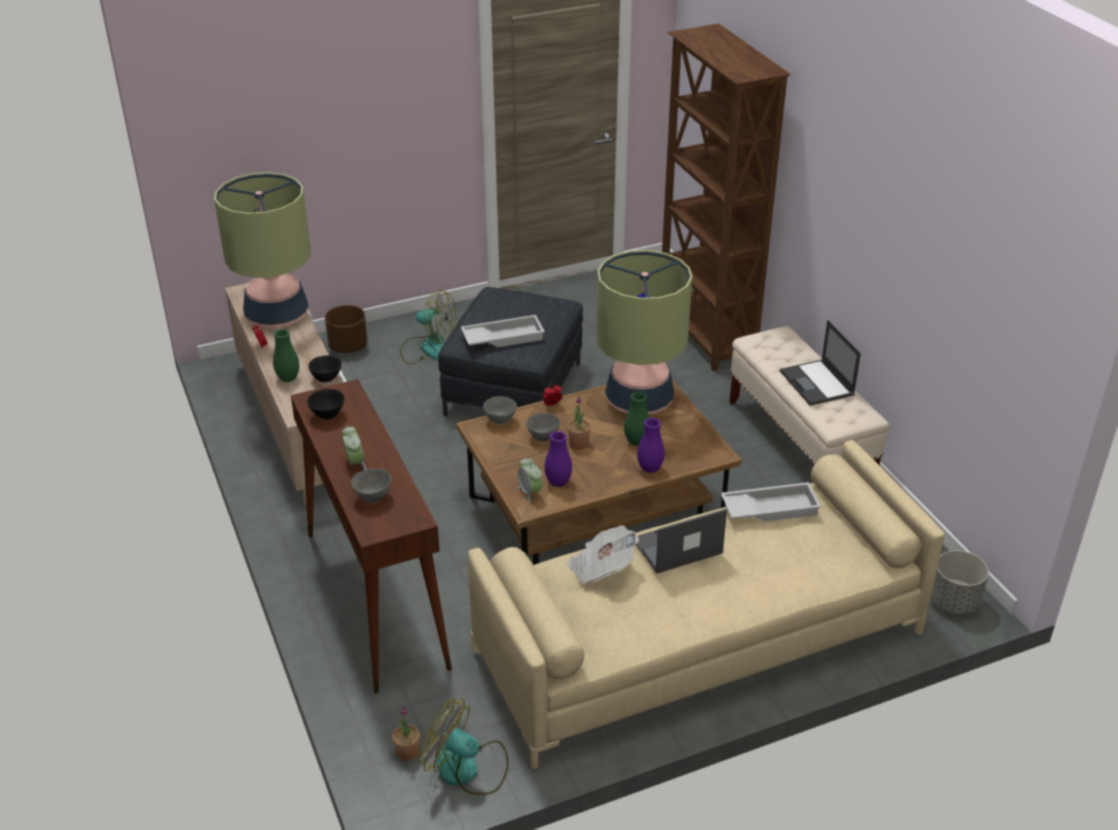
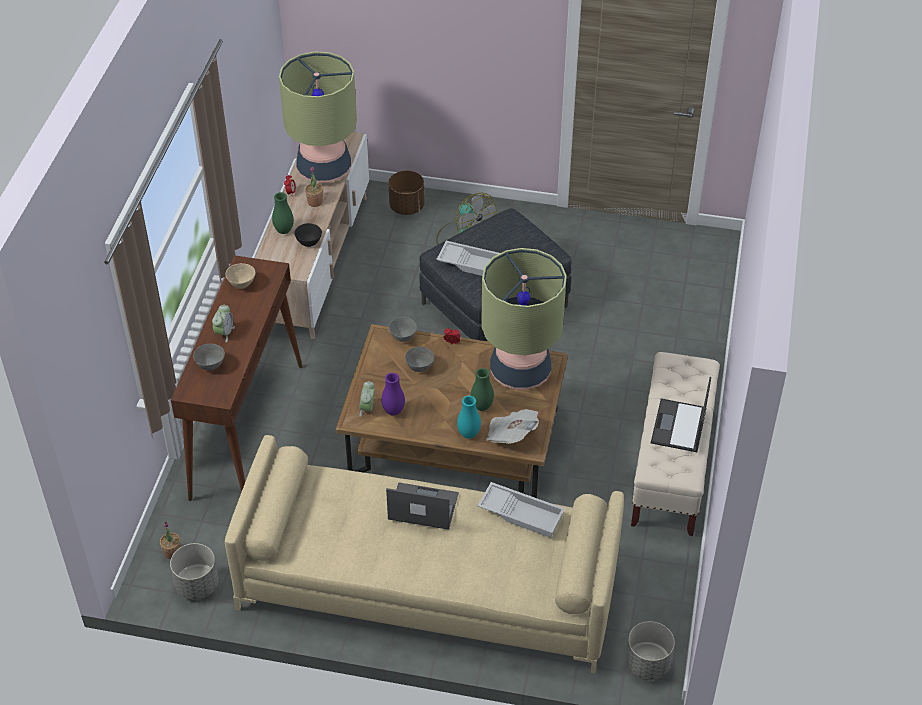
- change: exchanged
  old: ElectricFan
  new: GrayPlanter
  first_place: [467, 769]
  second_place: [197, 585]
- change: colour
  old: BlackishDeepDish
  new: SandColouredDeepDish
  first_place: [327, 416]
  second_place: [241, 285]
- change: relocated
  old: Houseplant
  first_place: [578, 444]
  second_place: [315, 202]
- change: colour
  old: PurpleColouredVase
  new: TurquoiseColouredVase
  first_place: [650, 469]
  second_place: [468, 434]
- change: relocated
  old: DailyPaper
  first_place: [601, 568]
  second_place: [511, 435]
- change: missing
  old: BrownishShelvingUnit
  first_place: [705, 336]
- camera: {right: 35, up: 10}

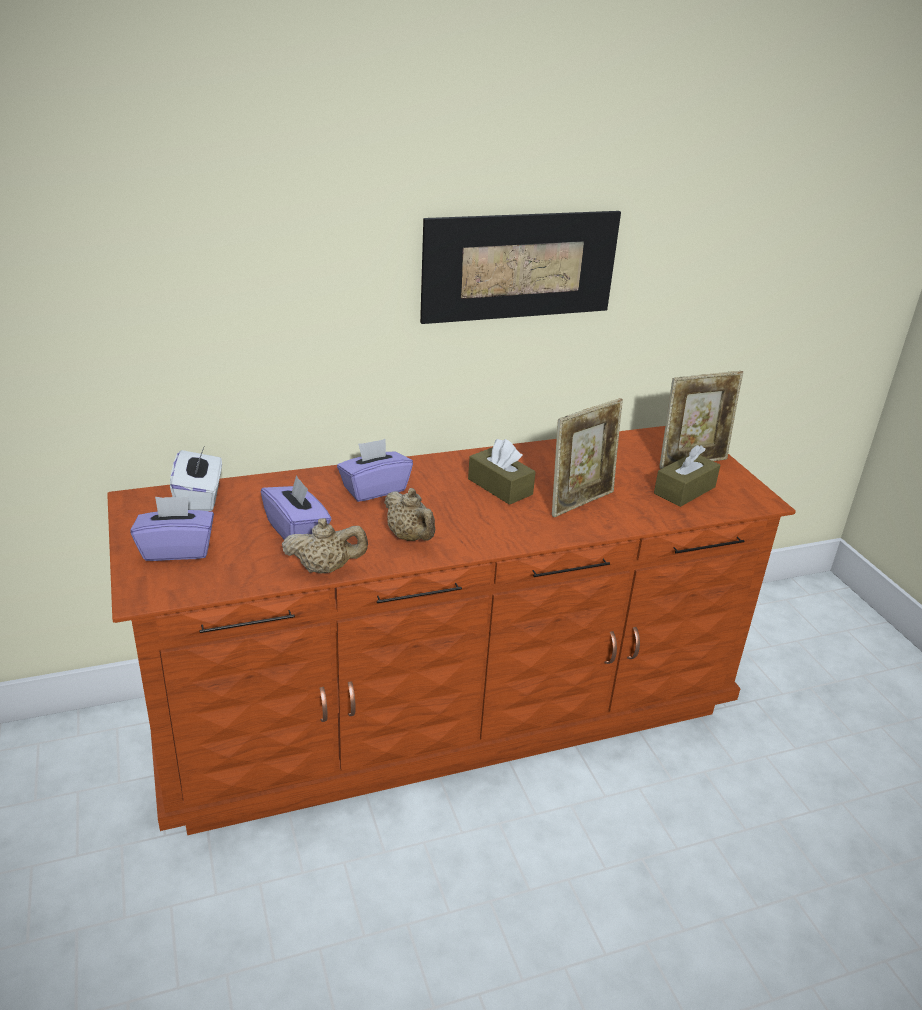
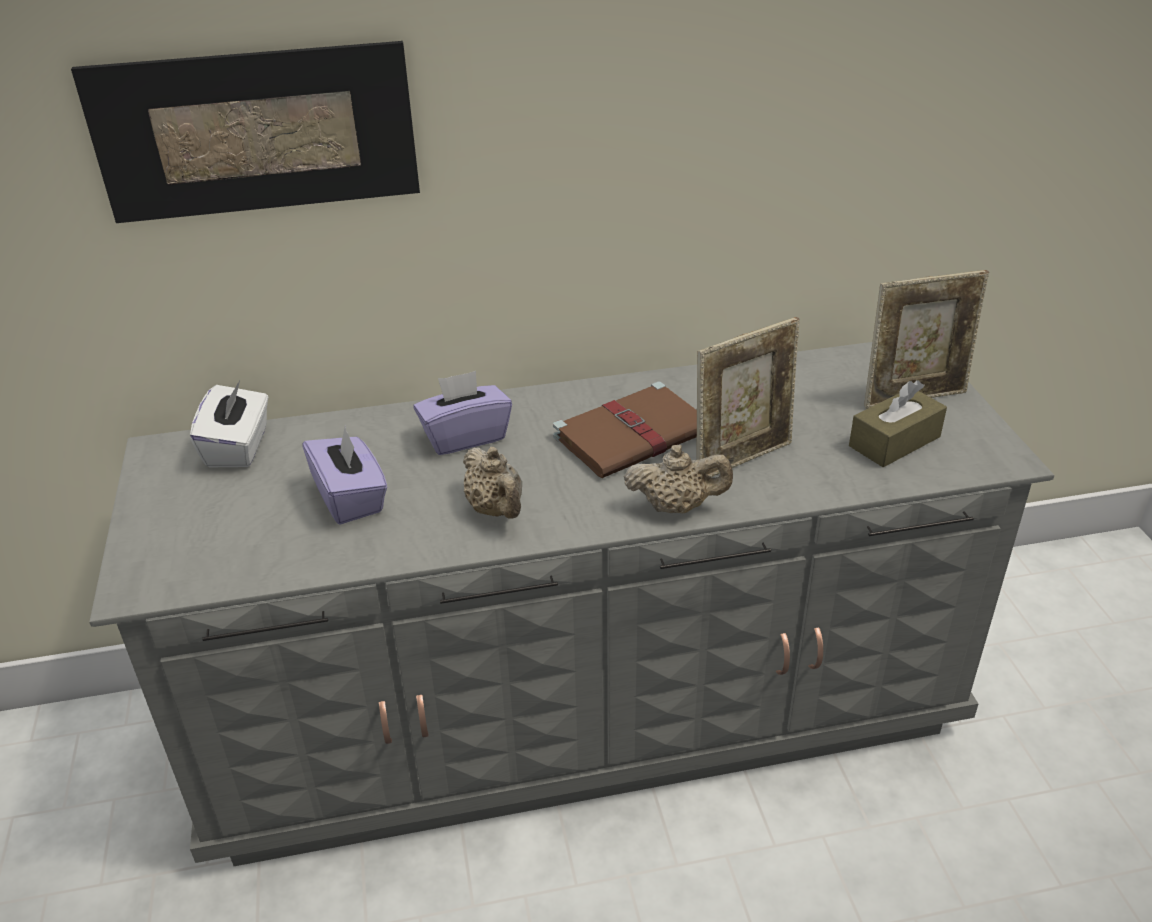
- change: relocated
  old: WallPicture
  first_place: [519, 266]
  second_place: [256, 132]
- change: colour
  old: BrownishChestOfDrawers
  new: GrayChestOfDrawers
  first_place: [447, 710]
  second_place: [581, 711]
- change: exchanged
  old: BrownishTissueHolder
  new: BrownishVolume
  first_place: [500, 487]
  second_place: [634, 434]
- change: relocated
  old: SandColouredTeaPot
  first_place: [325, 569]
  second_place: [676, 507]
- change: missing
  old: PurpleColouredTissueHolder
  first_place: [177, 549]
- camera: {right: 10, up: 5}

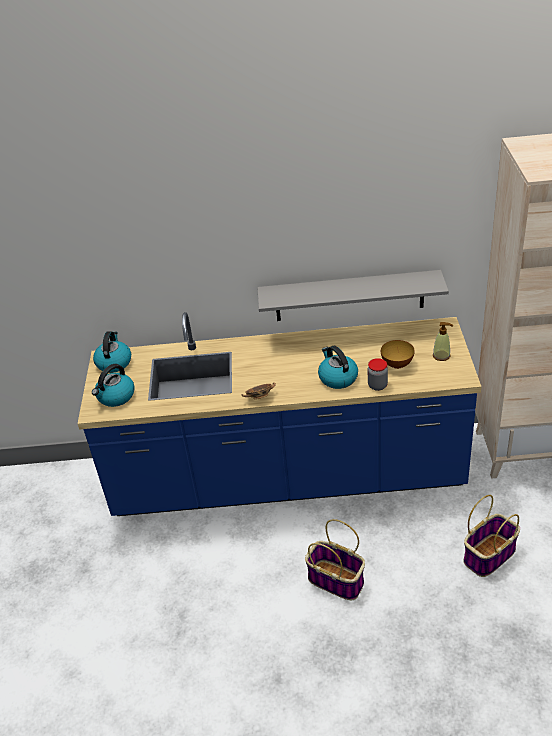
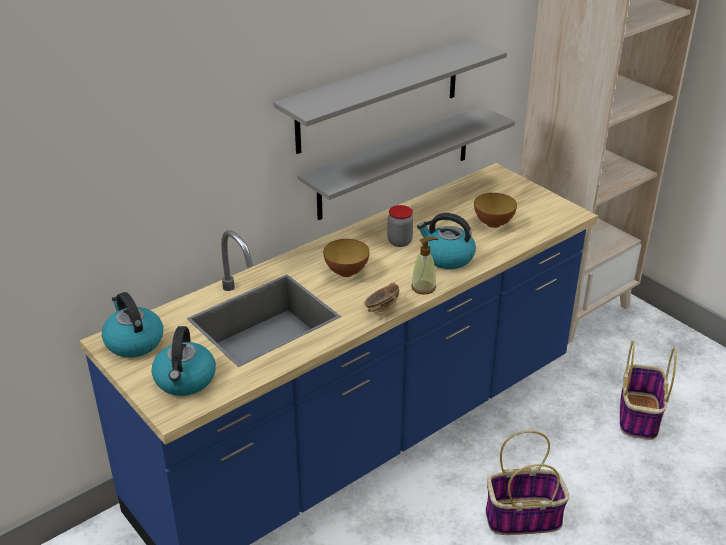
- change: appeared
  new: GrayShelf
  second_place: [379, 95]
- change: appeared
  new: DeepDish
  second_place: [346, 272]
- change: relocated
  old: PreserveJar
  first_place: [377, 385]
  second_place: [399, 241]
- change: relocated
  old: SoapDispenser
  first_place: [441, 356]
  second_place: [423, 287]
- camera: {right: -40, up: -5}

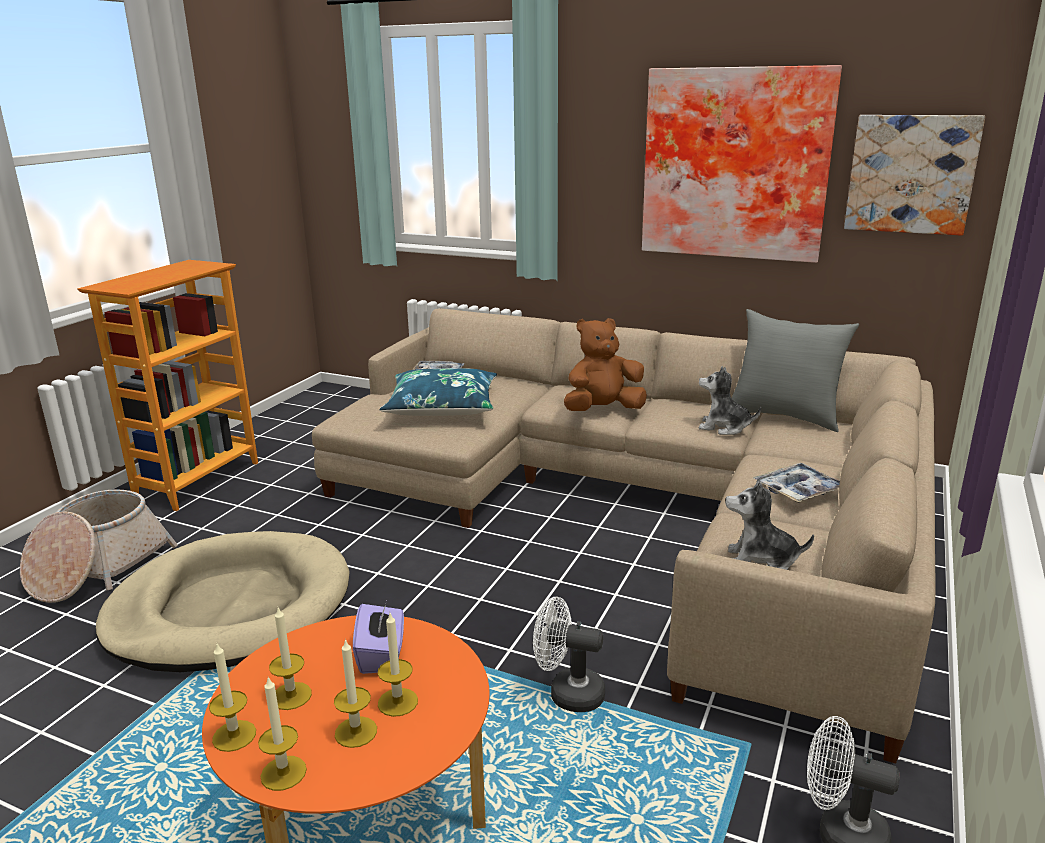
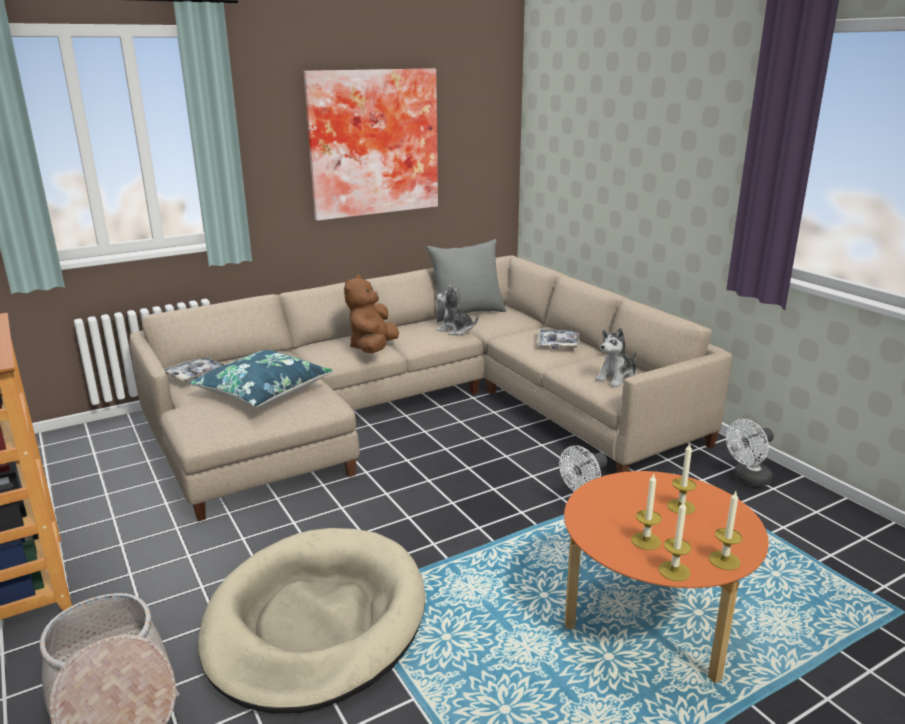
- change: spun
  old: SoftToy
  first_place: [724, 427]
  second_place: [455, 330]
  degrees: 60
- change: missing
  old: WaxCandle
  first_place: [356, 732]
- change: missing
  old: PurpleColouredTissueHolder
  first_place: [381, 655]
- change: missing
  old: WallPicture
  first_place: [911, 174]
- camera: {right: -55, up: 0}

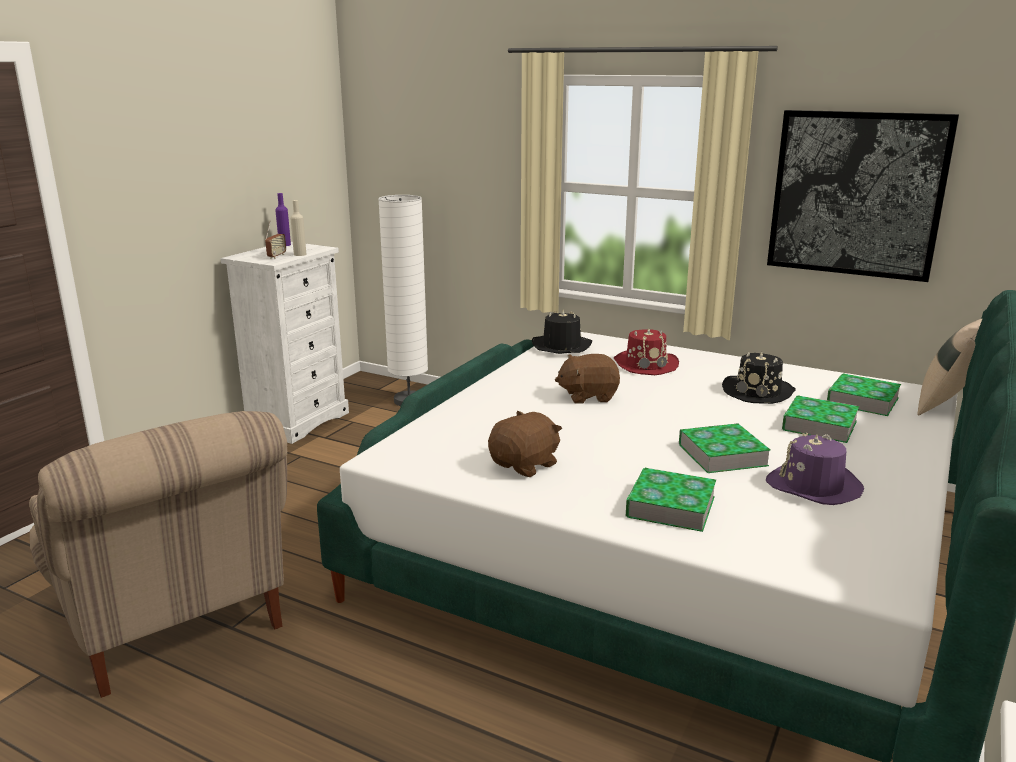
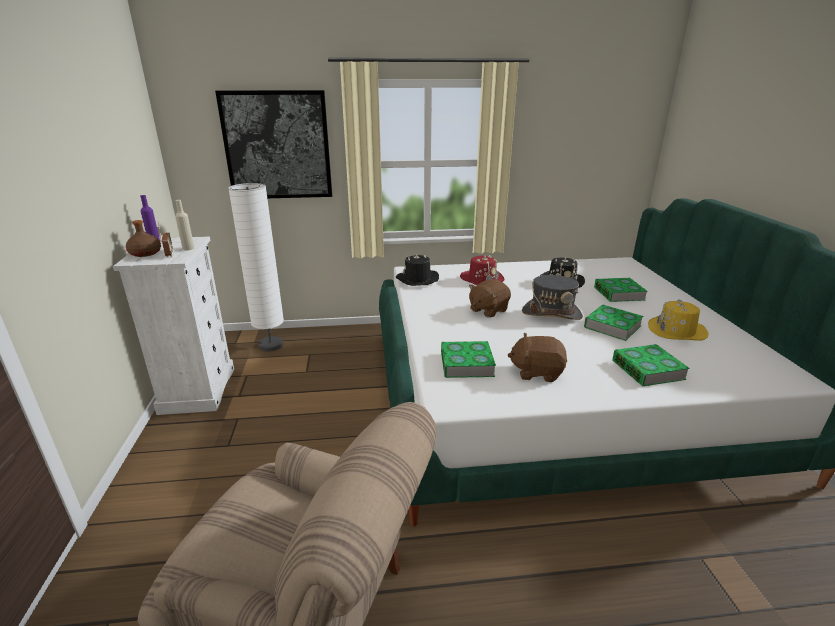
- change: appeared
  new: BrownishBeverageBottle
  second_place: [145, 253]
- change: relocated
  old: WallPicture
  first_place: [856, 194]
  second_place: [277, 146]
- change: relocated
  old: Volume
  first_place: [862, 400]
  second_place: [466, 364]
- change: spun
  old: BrownishSoftToy
  first_place: [525, 465]
  second_place: [536, 372]
  degrees: -90
- change: appeared
  new: GrayClothingHat
  second_place: [551, 313]
- change: colour
  old: PurpleColouredClothingHat
  new: YellowColouredClothingHat
  first_place: [813, 486]
  second_place: [676, 331]
- change: missing
  old: SandColouredPillow
  first_place: [947, 405]
- camera: {right: -35, up: 5}

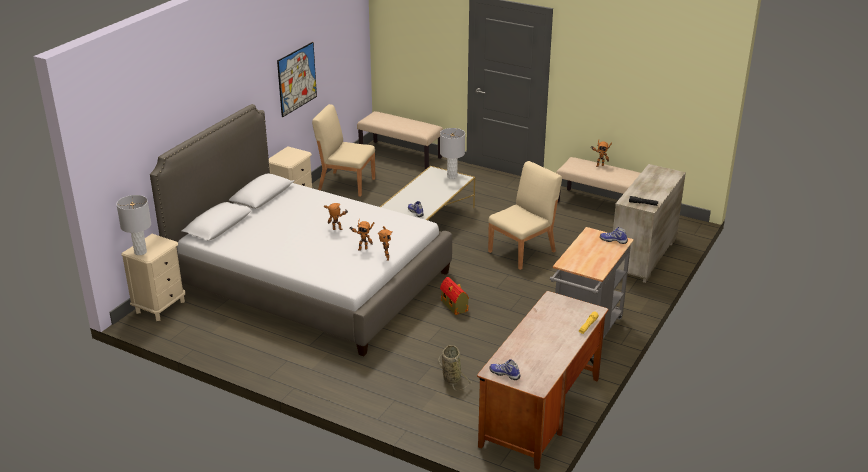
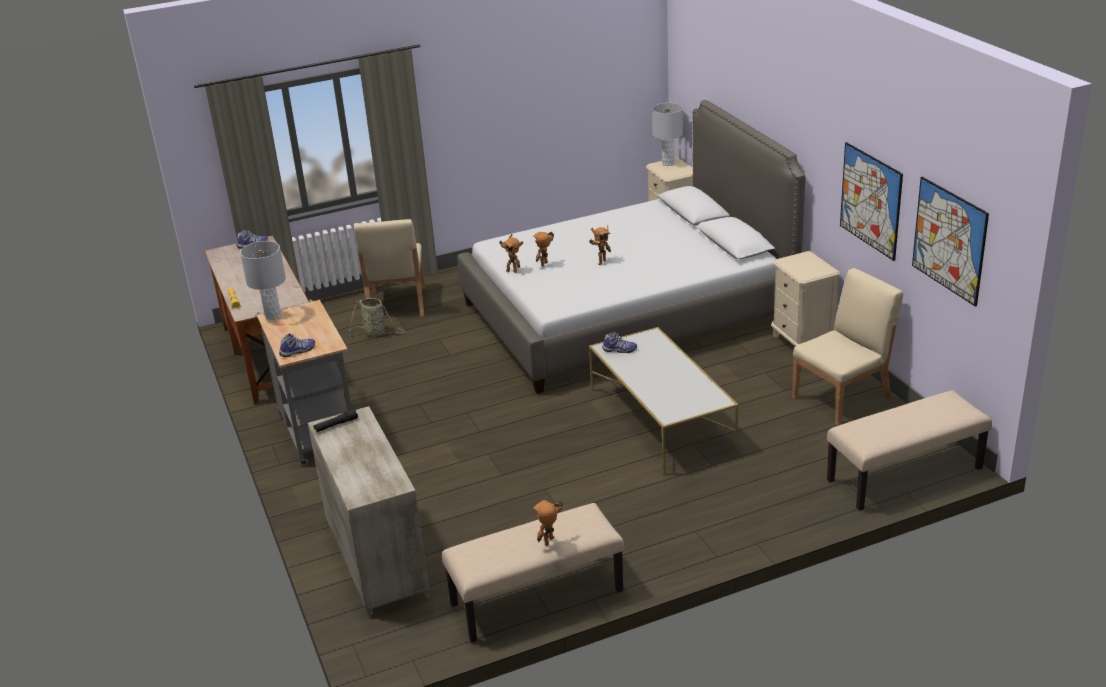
- change: relocated
  old: GrayTableLamp
  first_place: [452, 176]
  second_place: [273, 316]
- change: relocated
  old: SandColouredChair
  first_place: [523, 251]
  second_place: [396, 304]
- change: appeared
  new: WallPicture
  second_place: [949, 240]
- change: missing
  old: ModelHouse
  first_place: [454, 306]
- camera: {right: 130, up: 0}

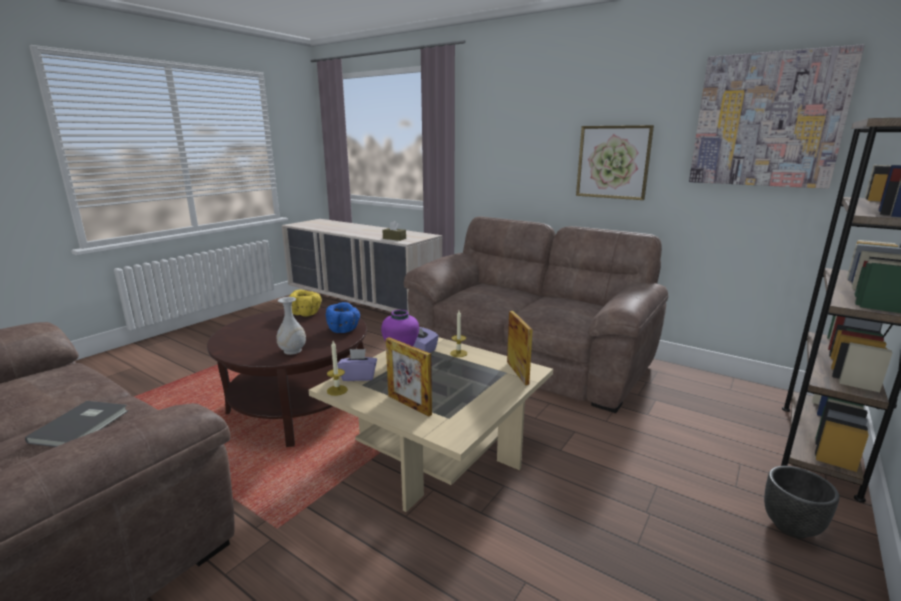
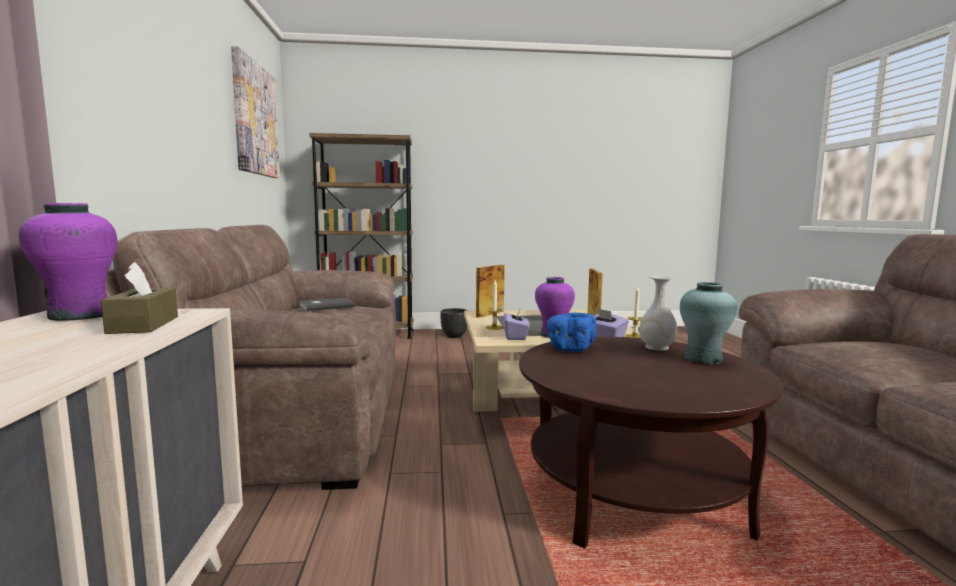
- change: appeared
  new: PurpleColouredVase
  second_place: [80, 315]
- change: relocated
  old: GrayVolume
  first_place: [83, 425]
  second_place: [325, 306]
- change: appeared
  new: TurquoiseColouredVase
  second_place: [703, 359]
- change: missing
  old: YellowColouredDeepDish
  first_place: [306, 313]
- change: missing
  old: WallPicture
  first_place: [613, 162]
- camera: {right: -130, up: -10}

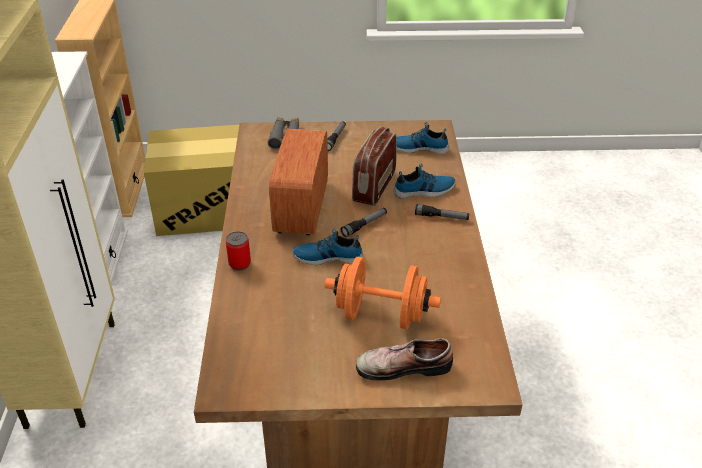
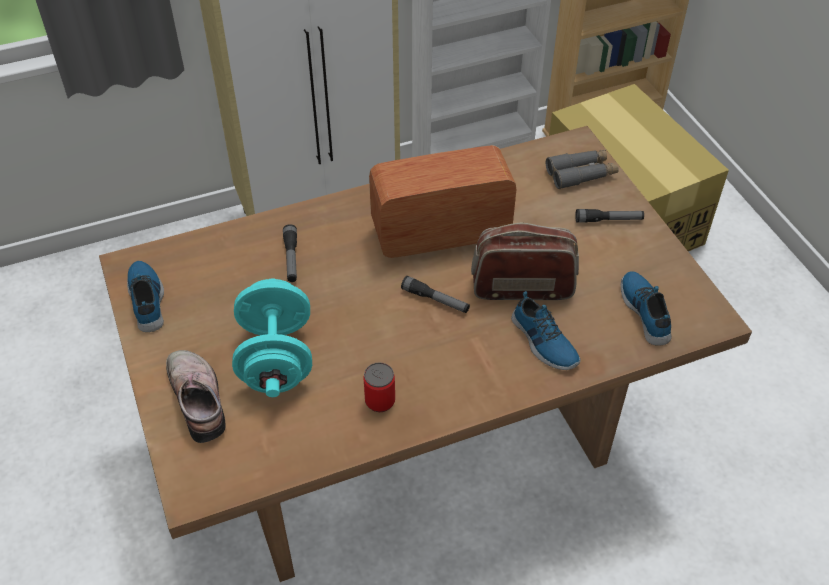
- change: relocated
  old: Shoe
  first_place: [328, 256]
  second_place: [148, 299]
- change: colour
  old: OrangeyFreeWeight
  new: TurquoiseColouredFreeWeight
  first_place: [381, 315]
  second_place: [276, 358]
- change: relocated
  old: Flashlight
  first_place: [441, 217]
  second_place: [291, 258]
- change: relocated
  old: Can
  first_place: [239, 264]
  second_place: [380, 401]
- camera: {right: 70, up: 10}

